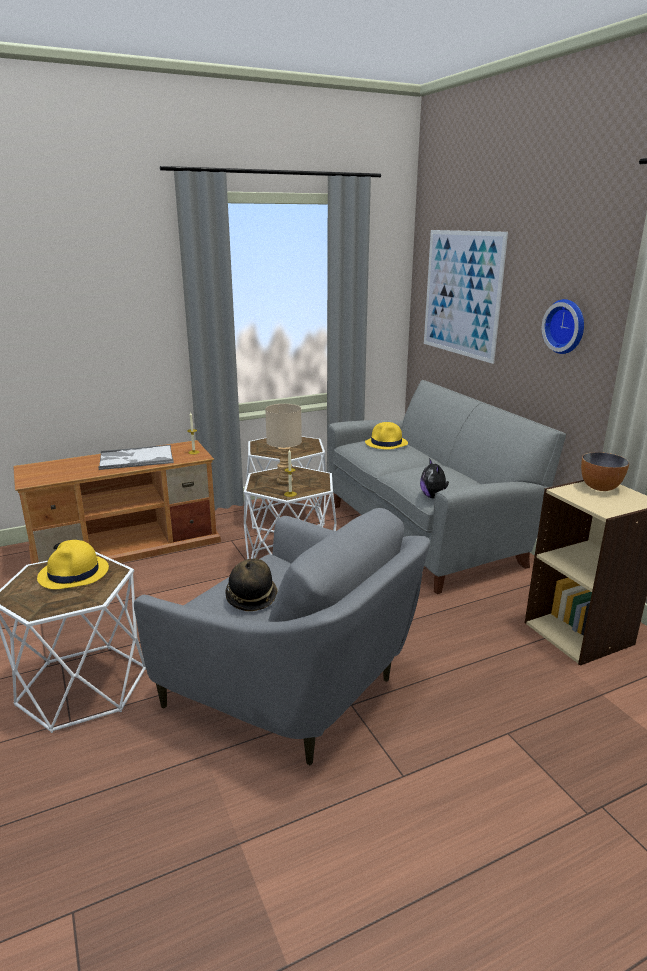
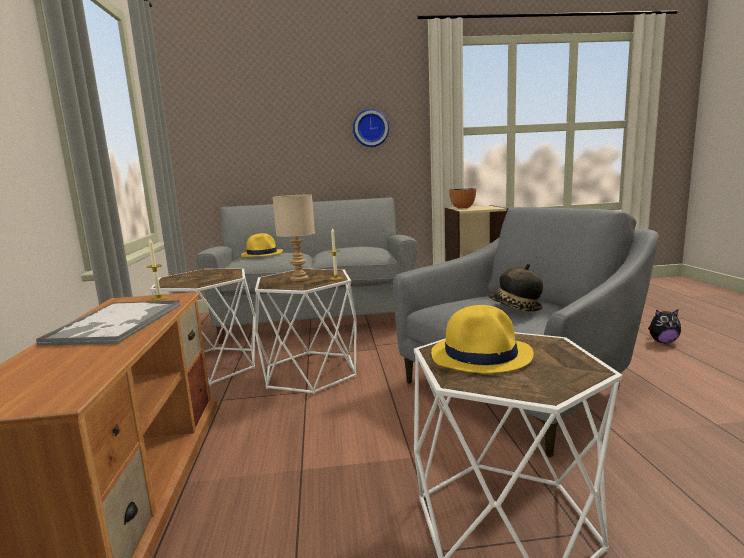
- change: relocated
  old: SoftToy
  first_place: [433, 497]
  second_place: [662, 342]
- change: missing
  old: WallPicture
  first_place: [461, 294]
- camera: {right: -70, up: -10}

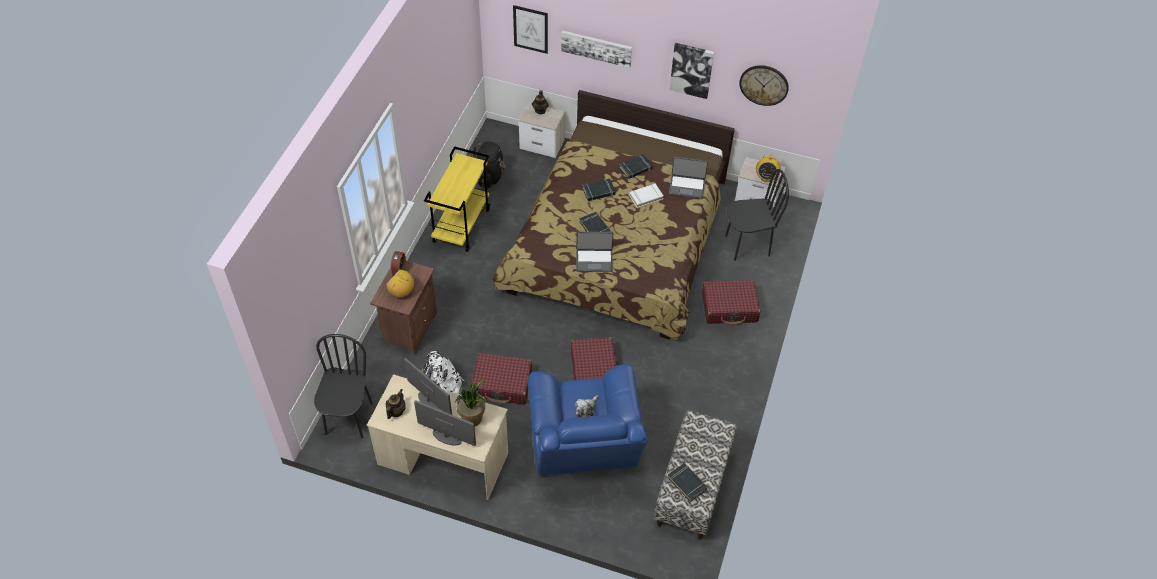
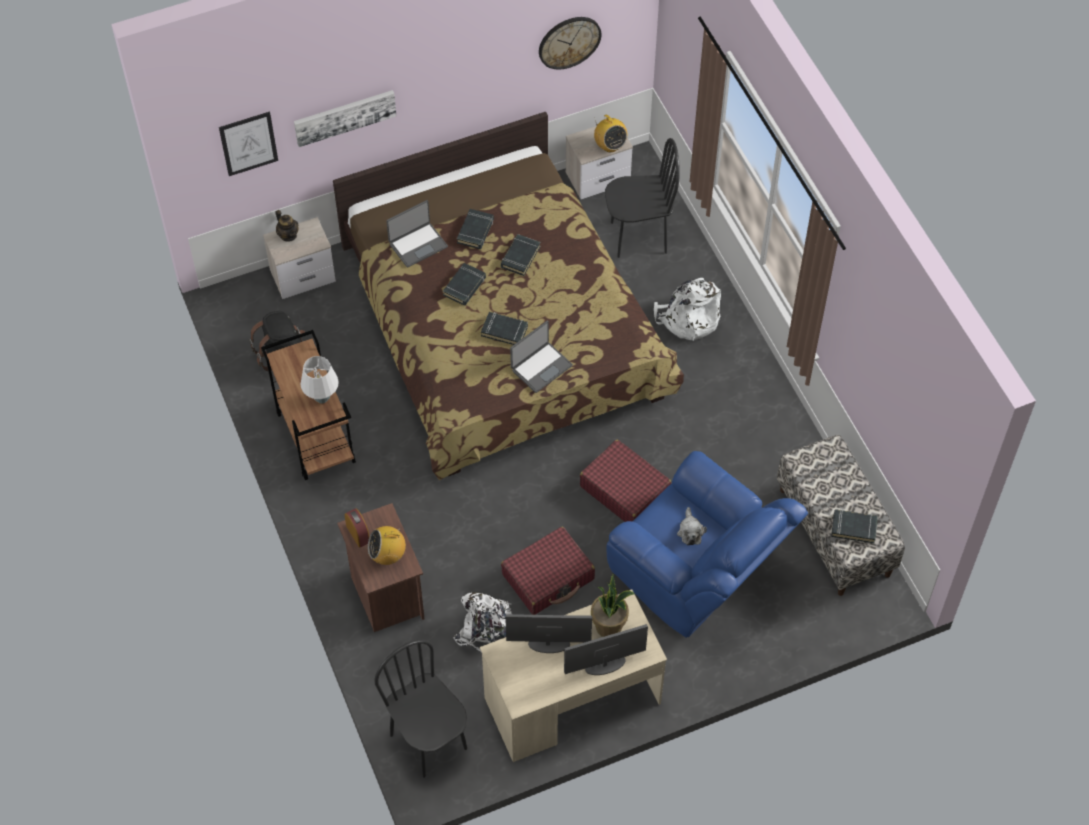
- change: colour
  old: YellowColouredCart
  new: BrownishCart
  first_place: [461, 225]
  second_place: [314, 437]
- change: appeared
  new: WhitishTableLamp
  second_place: [321, 398]
- change: relocated
  old: Laptop
  first_place: [687, 186]
  second_place: [417, 244]
- change: colour
  old: WhitishVolume
  new: BlackishVolume
  first_place: [646, 197]
  second_place: [520, 257]
- change: spun
  old: BlackishChair
  first_place: [747, 245]
  second_place: [638, 237]
  degrees: 45
- change: exchanged
  old: ReddishTravelCase
  new: WhitishKnapsack
  first_place: [729, 307]
  second_place: [688, 319]
- change: missing
  old: TeaPot
  first_place: [396, 411]
- change: missing
  old: WallPicture
  first_place: [691, 70]
- camera: {right: -40, up: 5}

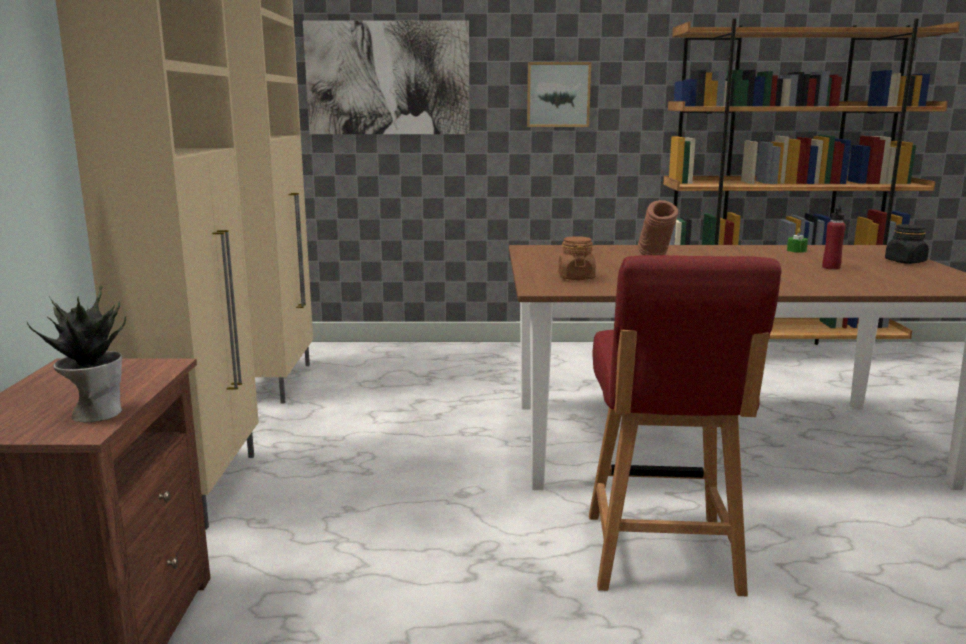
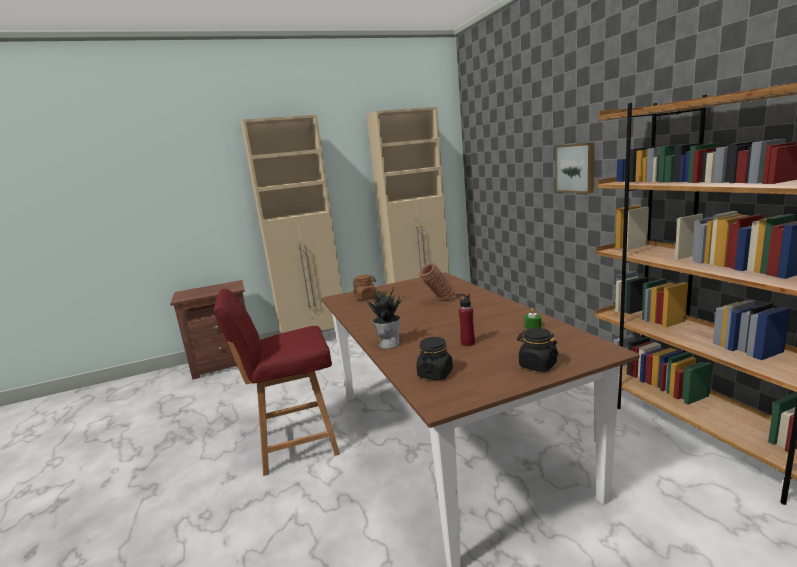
- change: relocated
  old: Houseplant
  first_place: [95, 413]
  second_place: [389, 343]
- change: appeared
  new: BlackishPreserveJar
  second_place: [435, 374]
- change: missing
  old: WallPicture
  first_place: [388, 78]
- camera: {right: 70, up: 0}

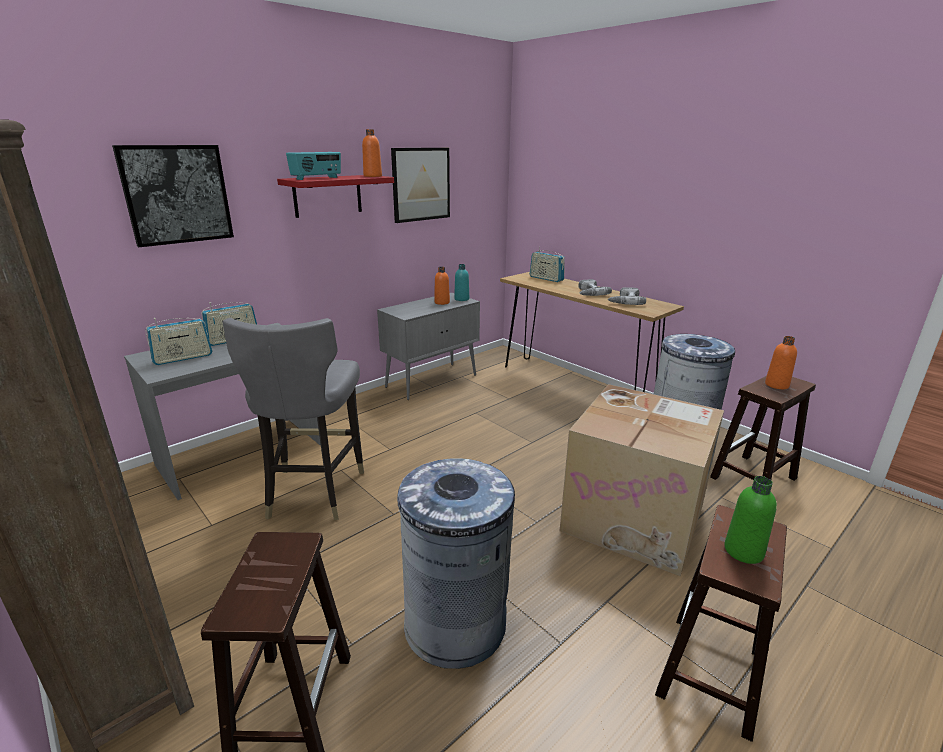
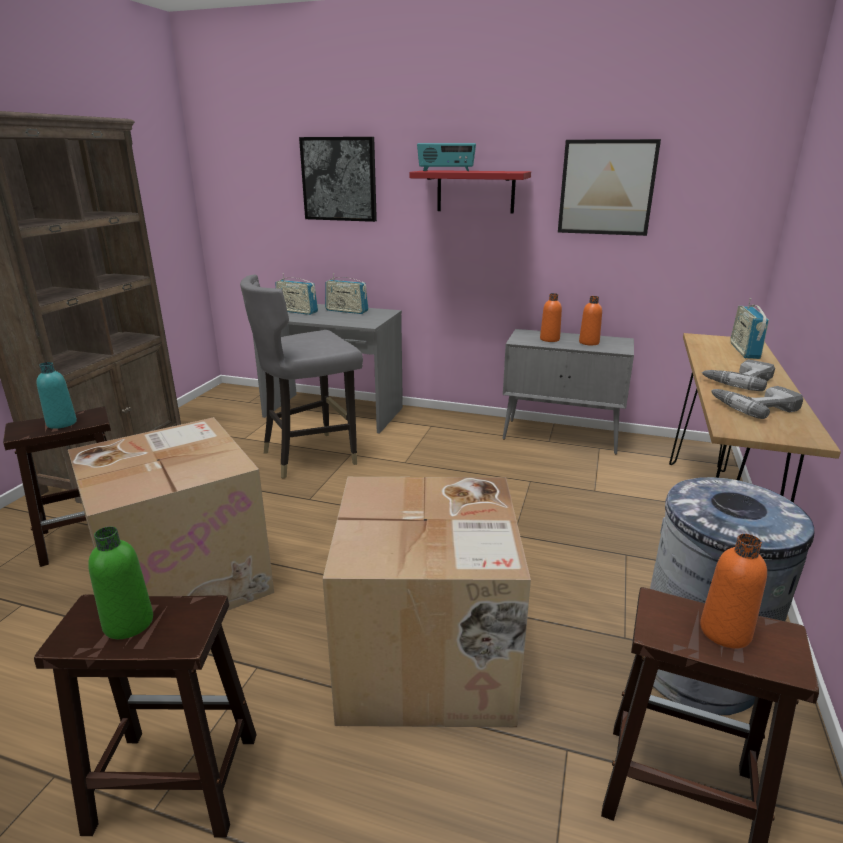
- change: relocated
  old: TurquoiseColouredBeverageBottle
  first_place: [461, 299]
  second_place: [61, 423]
- change: exchanged
  old: GrayRubbishBin
  new: PackingBox
  first_place: [456, 624]
  second_place: [185, 577]
- change: relocated
  old: OrangeyBeverageBottle
  first_place: [372, 176]
  second_place: [549, 339]
- camera: {right: 60, up: 0}

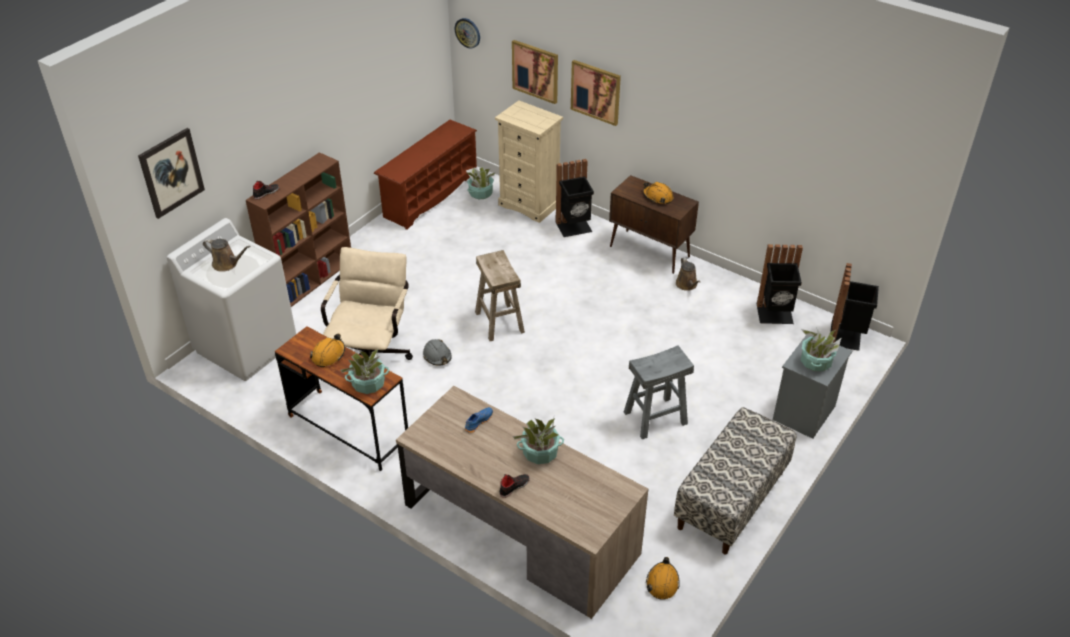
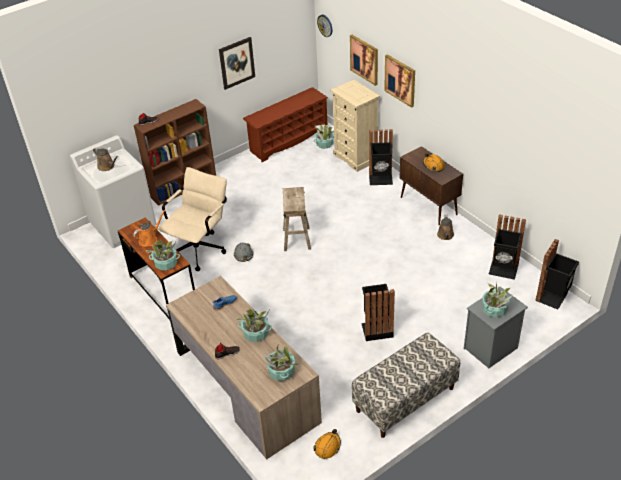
- change: exchanged
  old: OrangeySafetyHelmet
  new: OrangeyWateringPot
  first_place: [328, 355]
  second_place: [149, 239]
- change: relocated
  old: WallPicture
  first_place: [171, 172]
  second_place: [236, 63]
- change: appeared
  new: Houseplant
  second_place: [281, 372]
- change: exchanged
  old: GrayStoolSeat
  new: BlackishRubbishBin
  first_place: [655, 418]
  second_place: [376, 329]
- camera: {right: 20, up: 0}

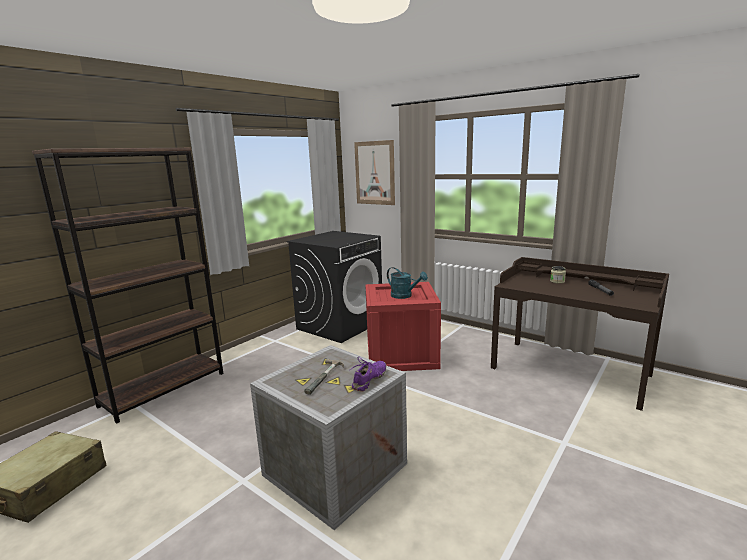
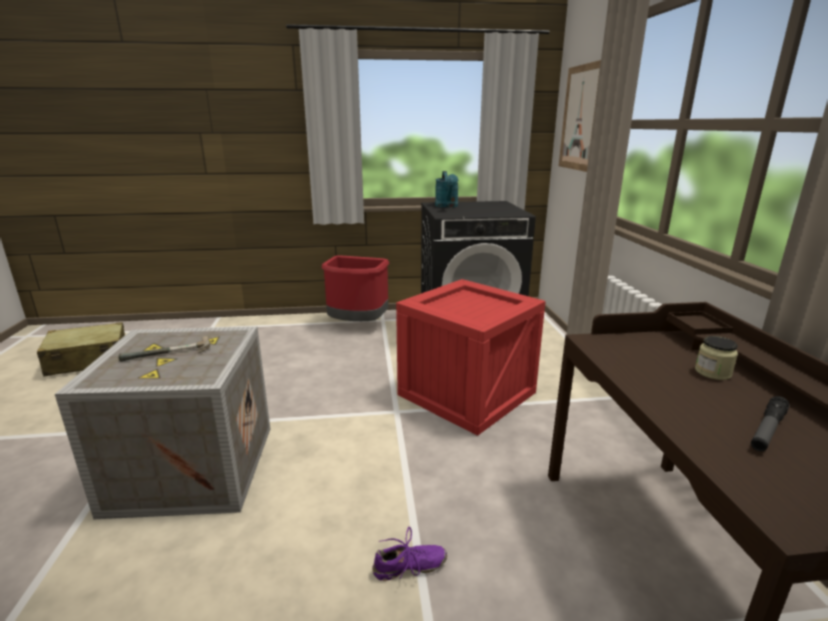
- change: appeared
  new: ReddishRubbishBin
  second_place: [357, 325]
- change: relocated
  old: PurpleColouredShoe
  first_place: [370, 380]
  second_place: [409, 567]
- change: relocated
  old: TurquoiseColouredWateringPot
  first_place: [404, 296]
  second_place: [447, 206]
- change: missing
  old: BrownishShelvingUnit
  first_place: [164, 389]
- camera: {right: 45, up: 5}

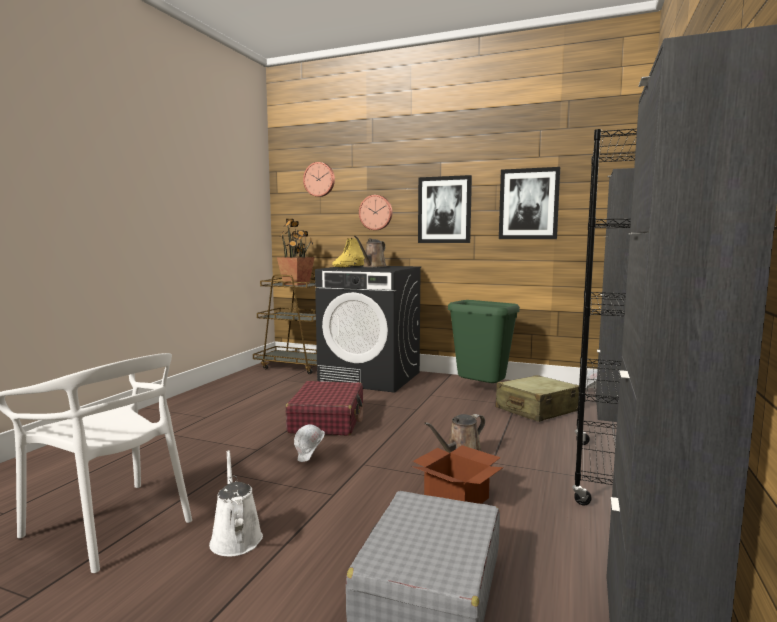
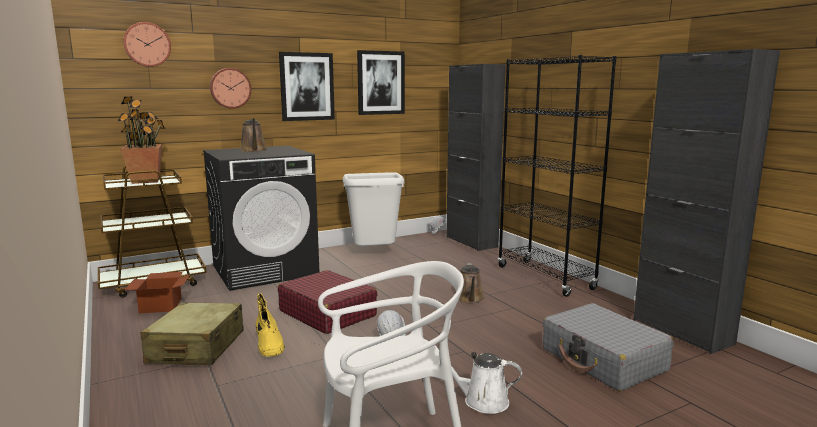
- change: relocated
  old: PackingBox
  first_place: [458, 499]
  second_place: [161, 305]
- change: relocated
  old: SandColouredTravelCase
  first_place: [536, 410]
  second_place: [196, 348]
- change: relocated
  old: YellowColouredBoot
  first_place: [349, 266]
  second_place: [269, 344]
- change: colour
  old: GreenRubbishBin
  new: WhitishRubbishBin
  first_place: [481, 390]
  second_place: [374, 253]
- camera: {right: -50, up: 5}

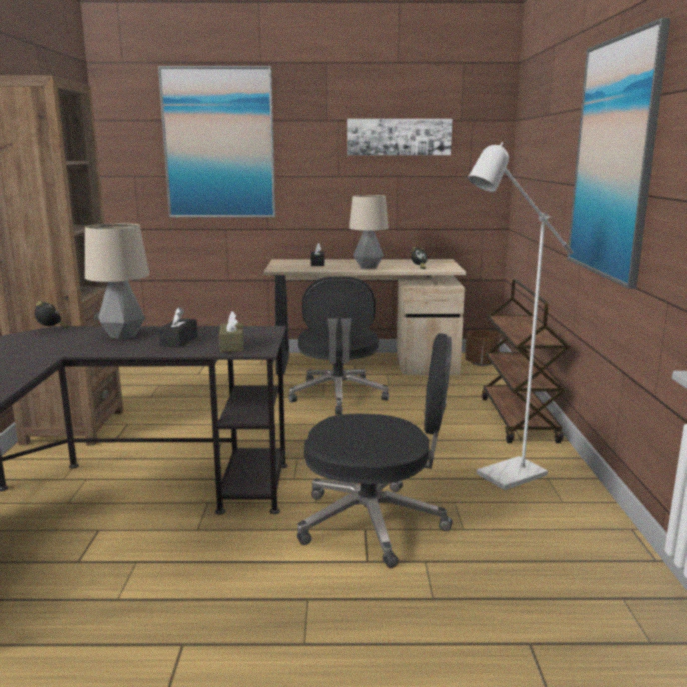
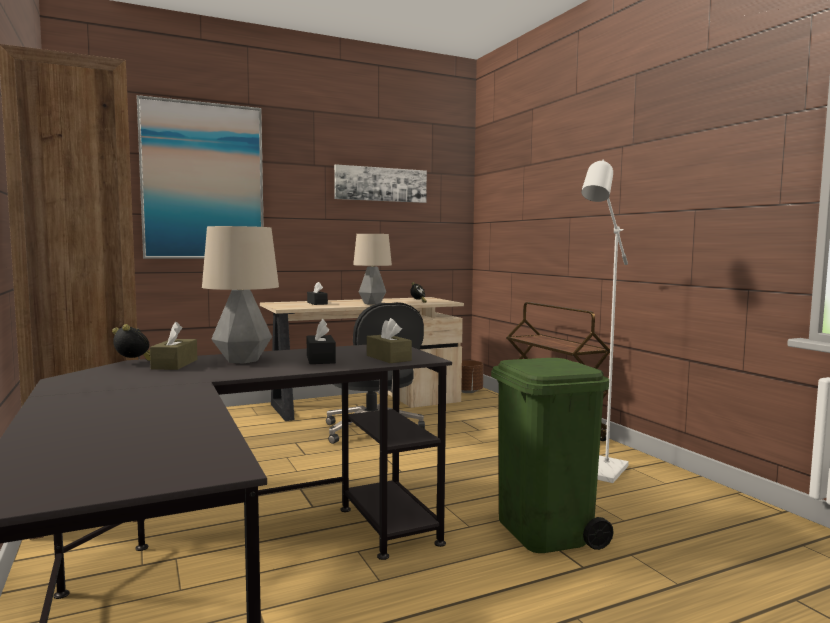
- change: appeared
  new: BrownishTissueHolder
  second_place: [175, 364]
- change: exchanged
  old: BlackishComputerChair
  new: GreenRubbishBin
  first_place: [374, 522]
  second_place: [545, 532]
- change: missing
  old: WallPicture
  first_place: [613, 159]
- camera: {right: -25, up: -10}

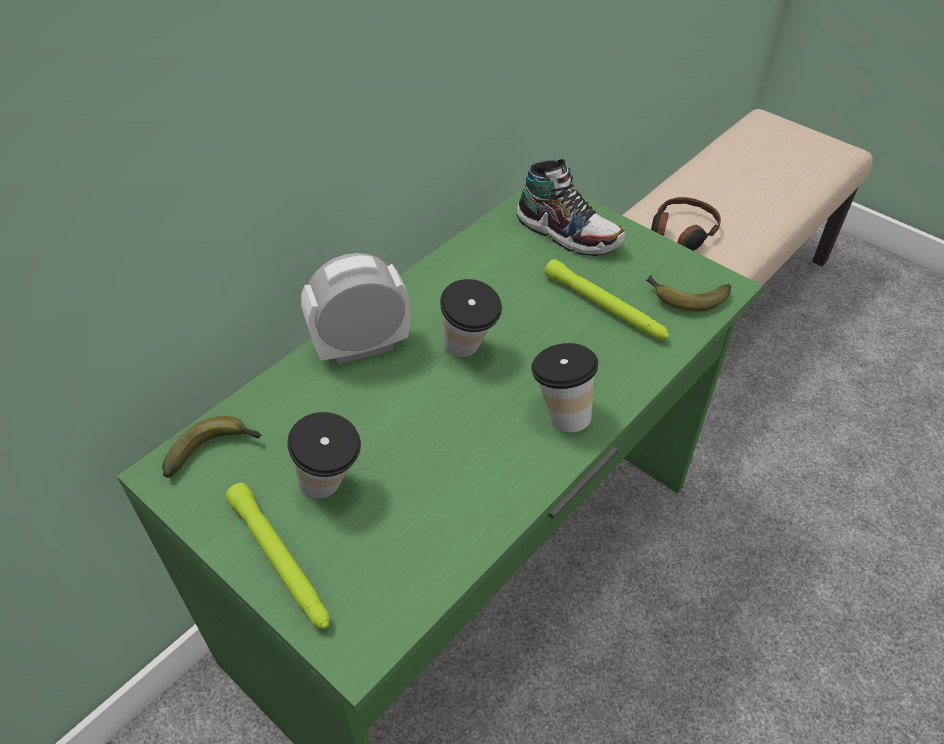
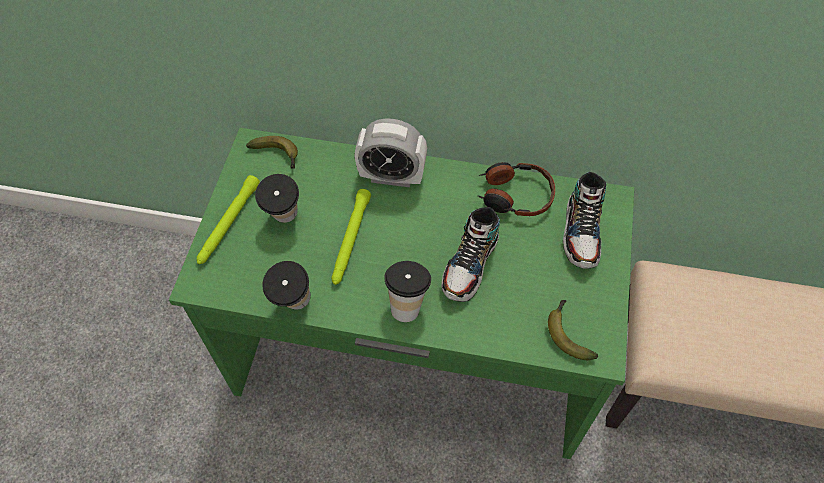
- change: relocated
  old: Cup
  first_place: [469, 351]
  second_place: [293, 306]
- change: relocated
  old: GreenFlashlight
  first_place: [605, 307]
  second_place: [350, 240]
- change: spun
  old: AlarmClock
  first_place: [362, 347]
  second_place: [392, 177]
  degrees: 150
- change: appeared
  new: Shoe
  second_place: [470, 265]
- change: relocated
  old: Headset
  first_place: [681, 233]
  second_place: [514, 195]
- camera: {right: 60, up: 10}

